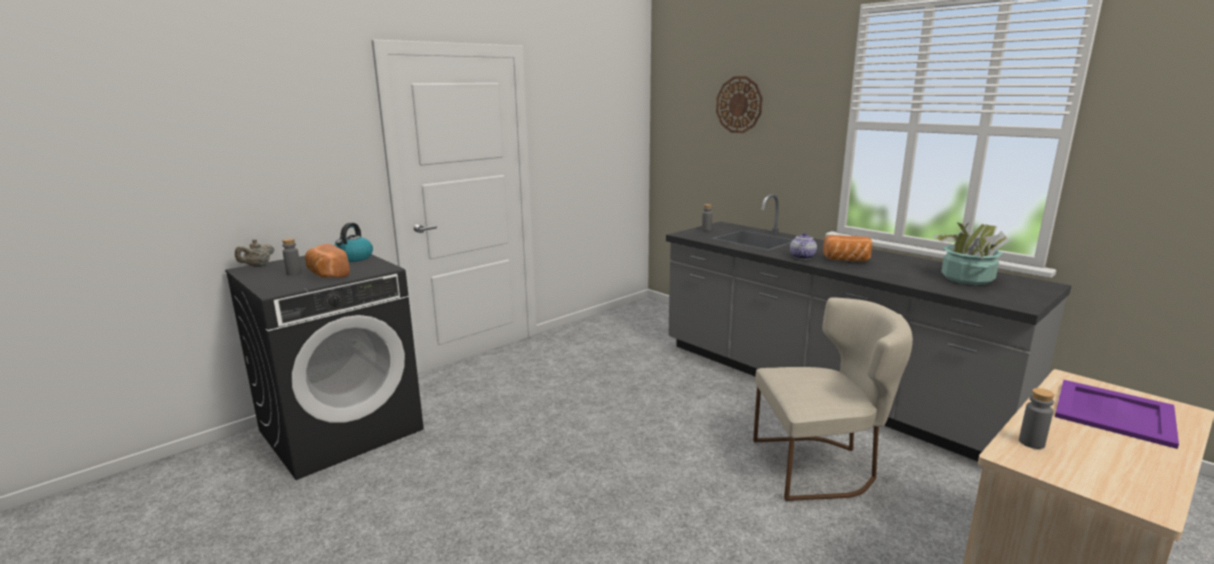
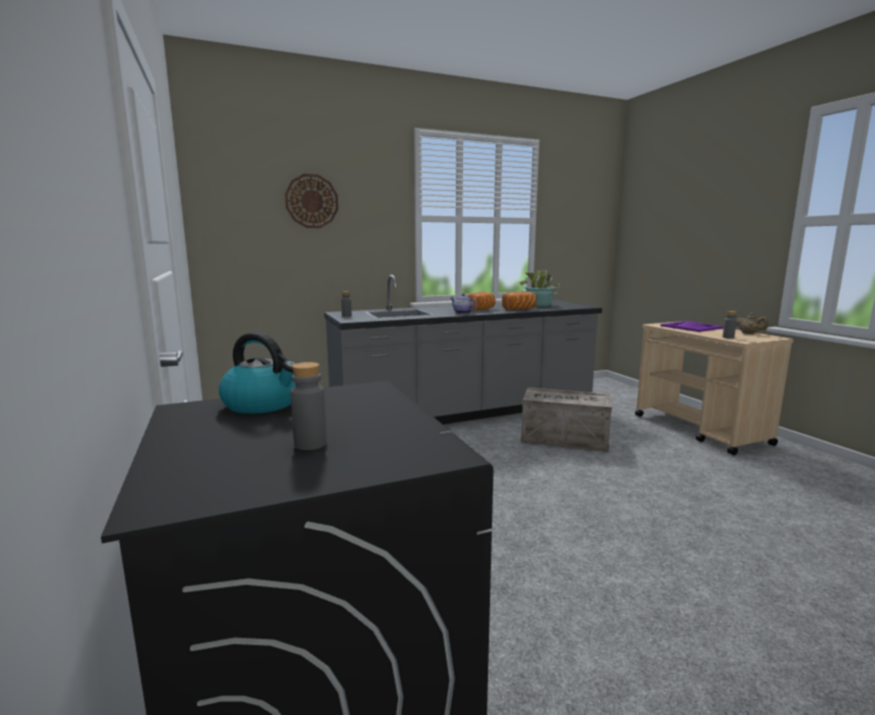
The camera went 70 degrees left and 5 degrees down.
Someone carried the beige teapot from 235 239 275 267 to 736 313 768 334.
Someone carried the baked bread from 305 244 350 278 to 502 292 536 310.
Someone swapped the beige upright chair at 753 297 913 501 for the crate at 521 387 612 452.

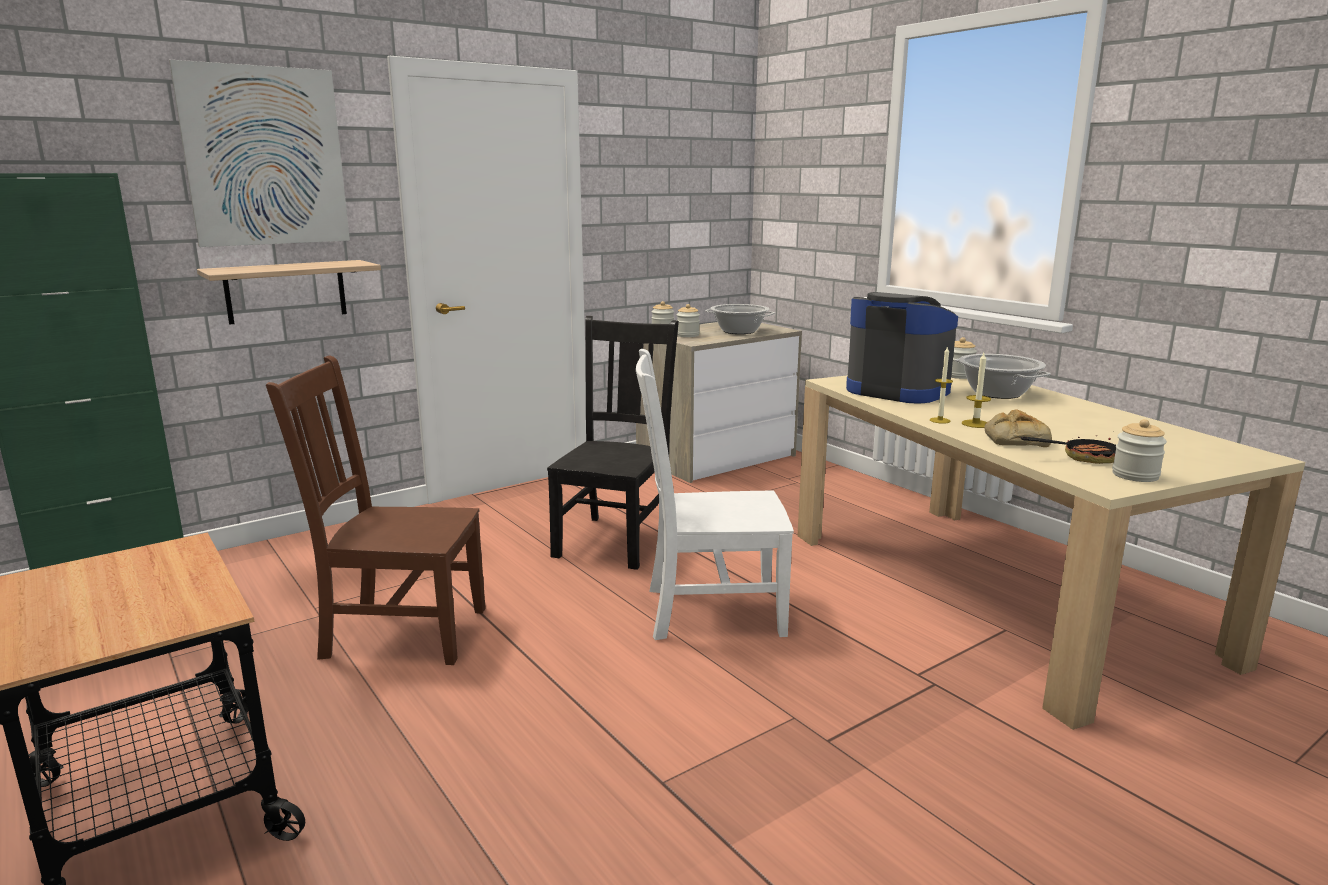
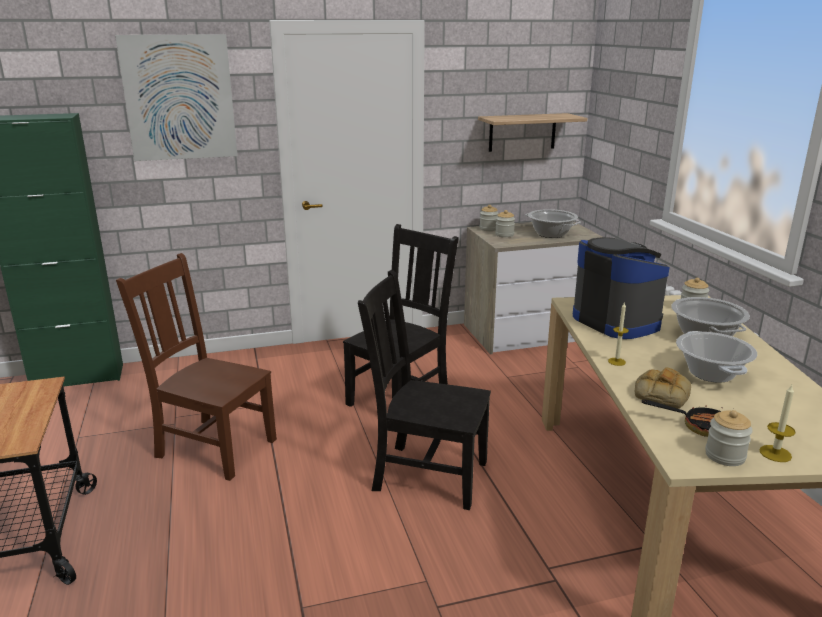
The camera went 20 degrees right and 5 degrees up.
Someone put down the cooking pot at 676 331 757 383.
Someone carried the shelf from 197 260 381 325 to 478 113 588 152.
Someone carried the candle from 962 353 991 428 to 759 385 796 462.
Someone repainted the white-coloured upright chair at 636 349 794 640, which became the blackish upright chair at 358 270 491 510.

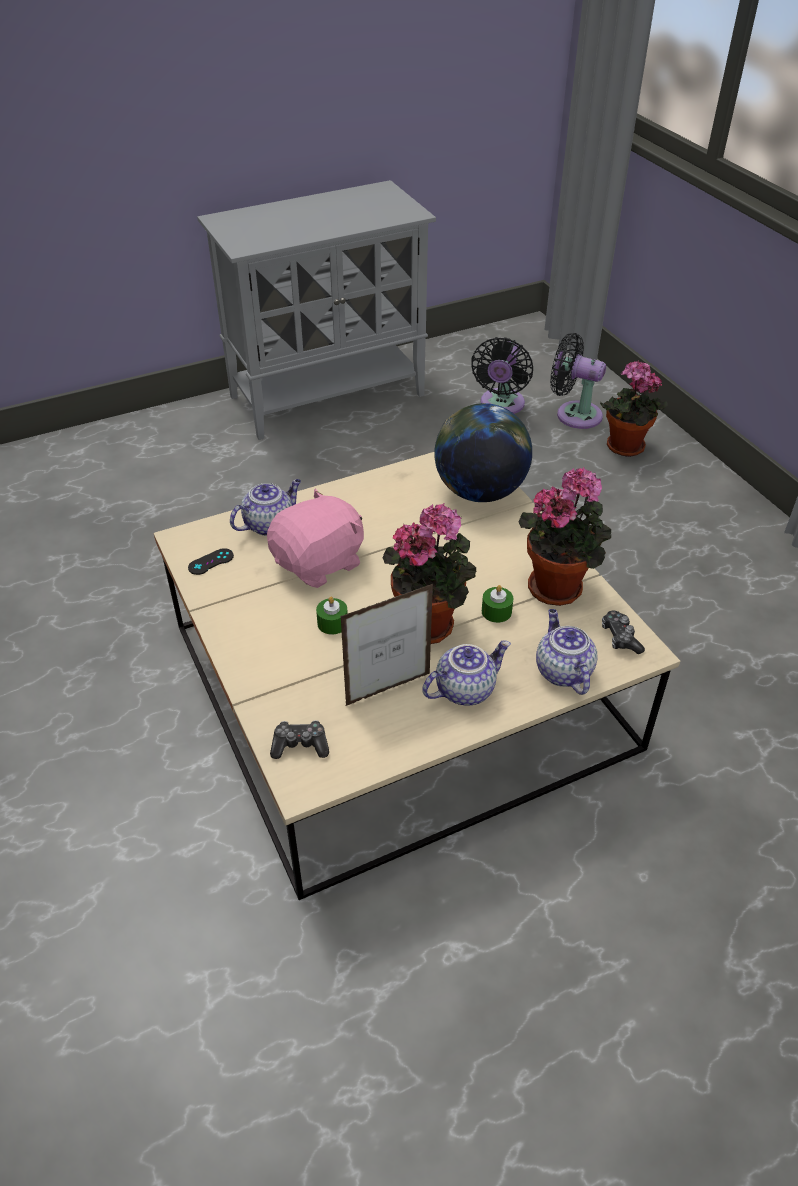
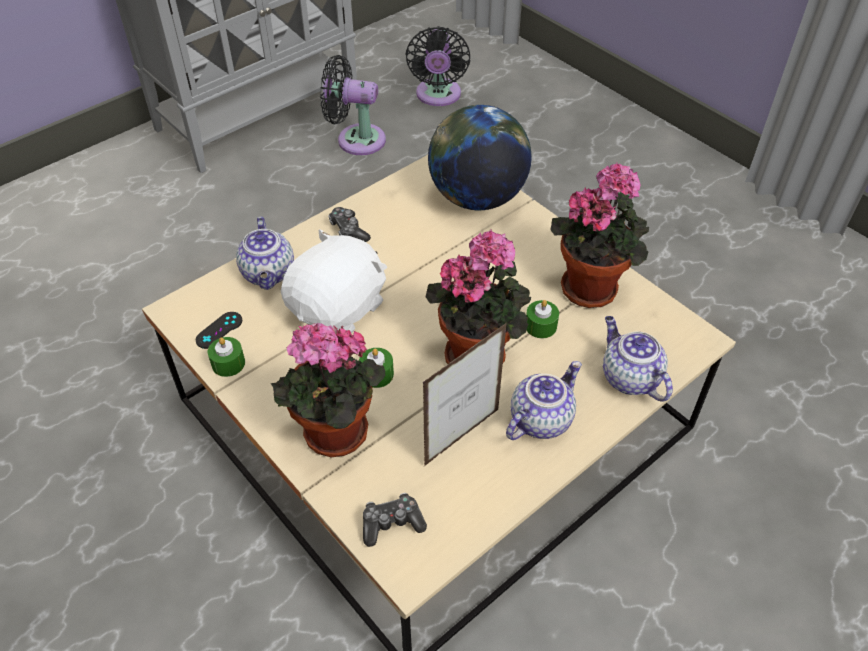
The camera went 15 degrees left and 5 degrees up.
Someone put down the greenish candle at 208 337 245 377.
Someone carried the blackish fan from 550 333 606 429 to 320 55 386 155.
Someone carried the potted plant from 600 361 668 457 to 270 323 385 458.
Someone carried the gamepad from 602 611 645 654 to 328 207 371 242.
Someone repainted the pink-coloured cuddly toy at 267 488 364 588, which became the white-coloured cuddly toy at 281 229 387 333.
Someone rotated the teapot at 230 479 301 536 by 135 degrees clockwise.

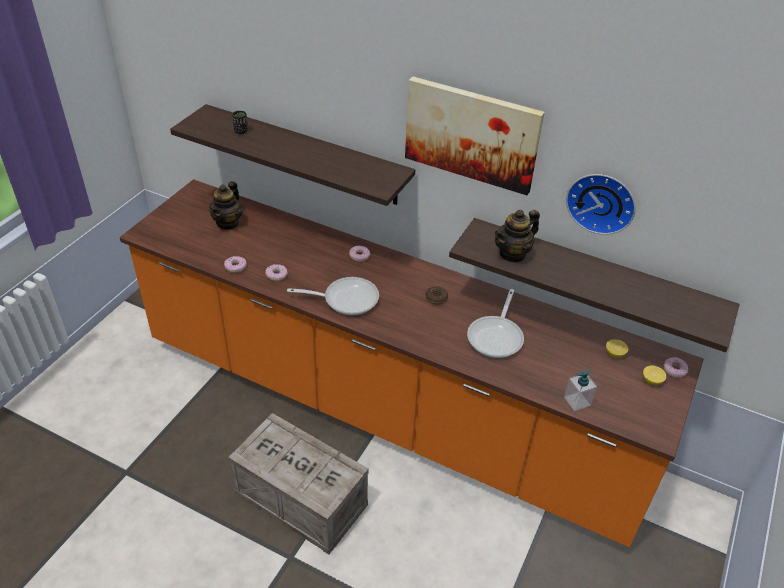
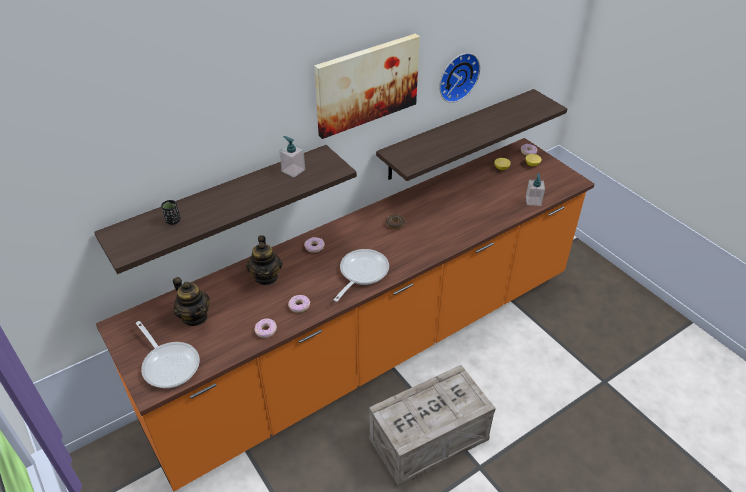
The camera went 60 degrees left and 0 degrees up.
Someone put down the liquid soap bottle at 279 136 305 177.
Someone carried the frying pan from 467 289 524 358 to 136 321 200 388.
Someone carried the teapot from 494 210 540 263 to 246 235 282 285.

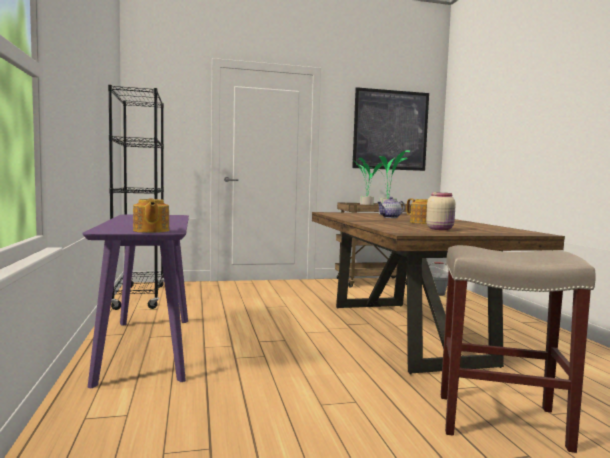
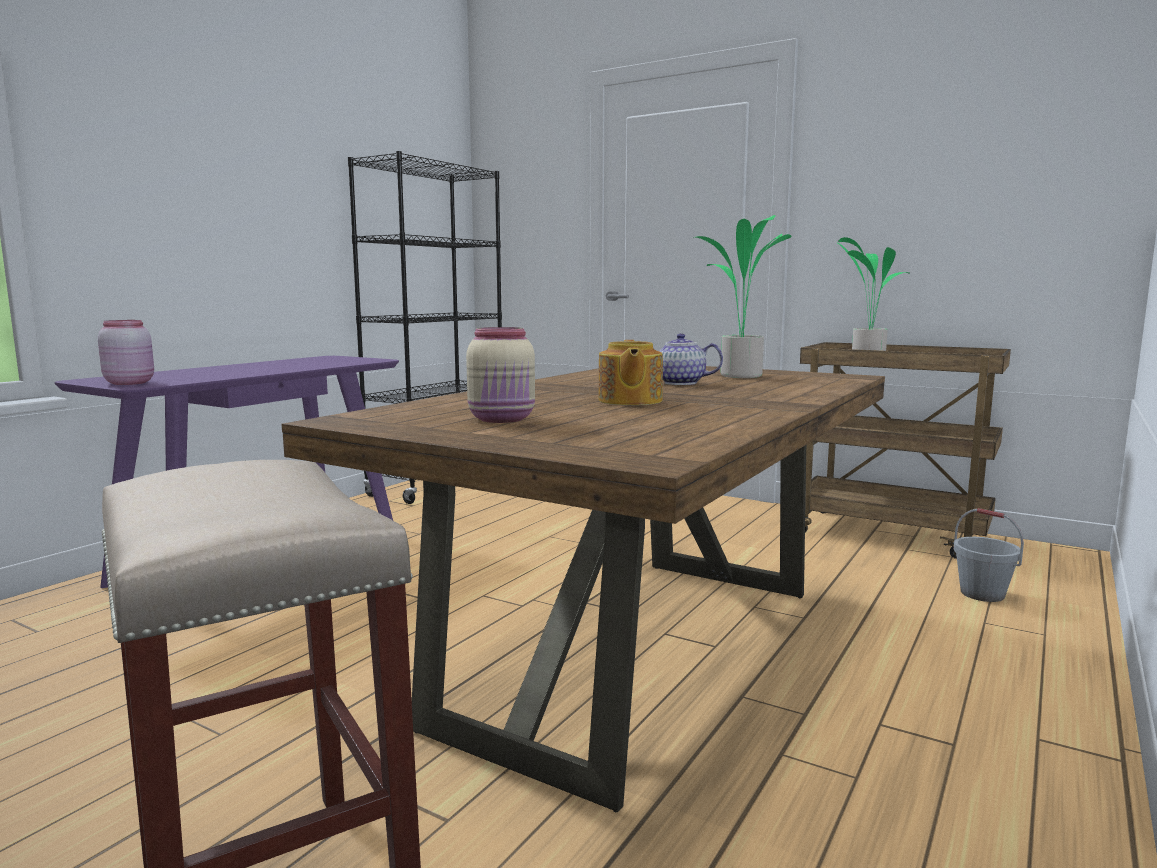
The camera went 45 degrees right and 5 degrees up.
Someone took away the picture at 352 87 429 171.
Someone swapped the teapot at 133 199 169 233 for the pink-coloured jar at 98 320 154 385.

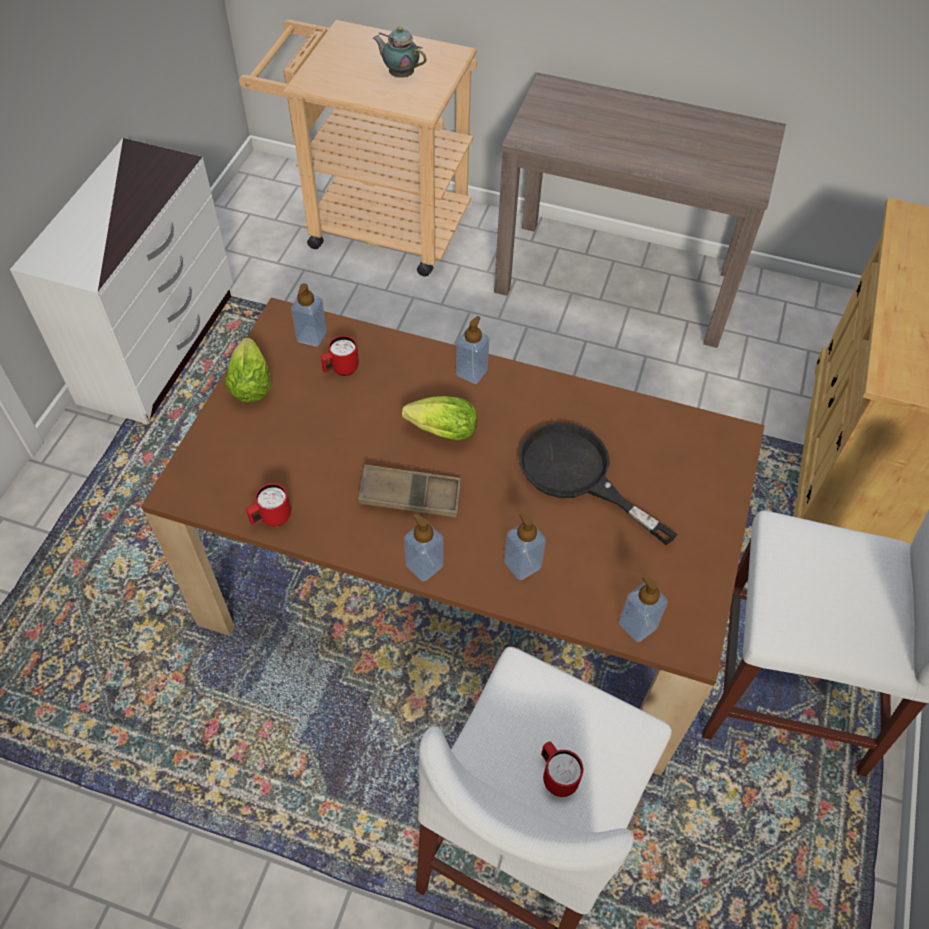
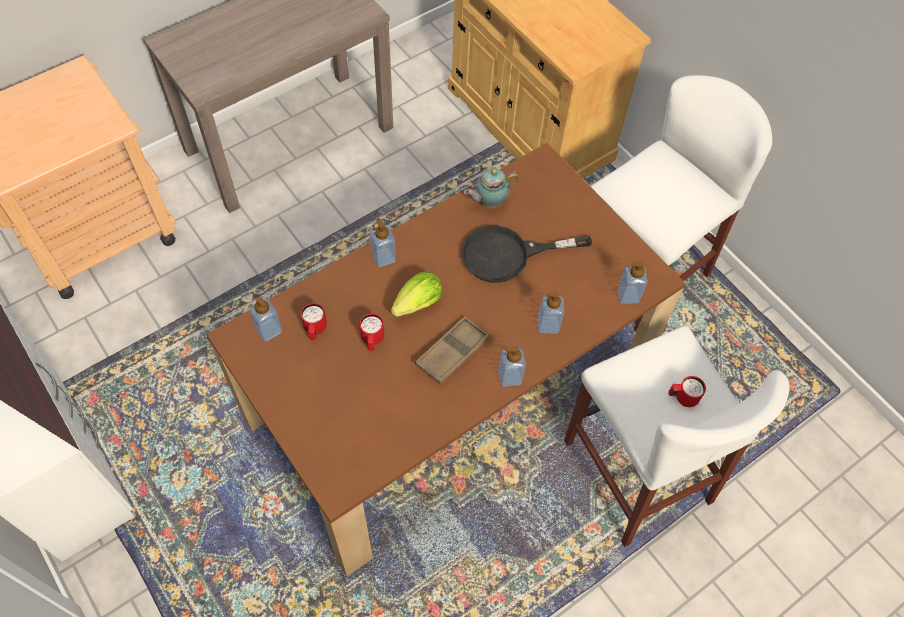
The camera went 55 degrees left and 5 degrees up.
Someone took away the lettuce head at 225 338 271 402.
Someone carried the red-coloured mug from 246 483 291 527 to 359 313 384 351.
Someone carried the teapot from 373 26 427 78 to 464 168 519 208.

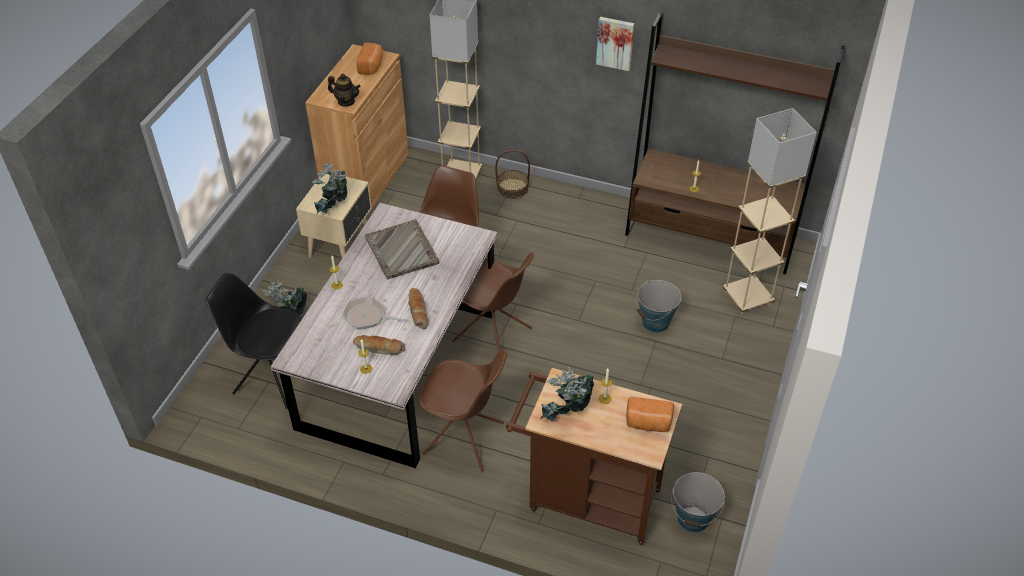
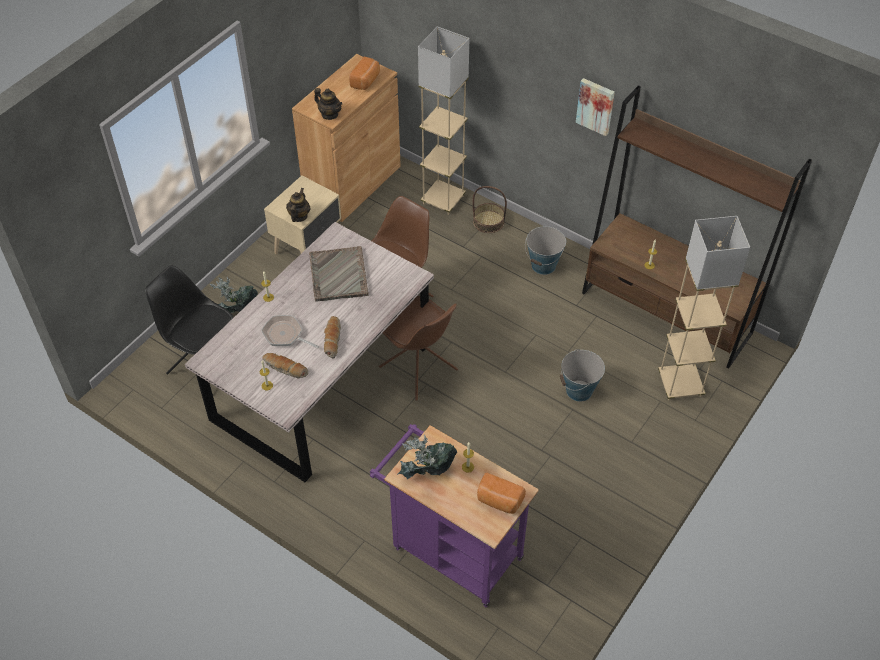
The camera went 15 degrees right and 5 degrees up.
Someone took away the brown-coloured upright chair at 419 349 507 471.
Someone carried the water bucket from 671 472 725 533 to 525 226 566 275.
Someone swapped the potted plant at 311 163 348 214 for the teapot at 286 188 311 222.
Someone repainted the brown-coloured cart at 506 368 682 545, which became the purplish cart at 370 424 539 607.

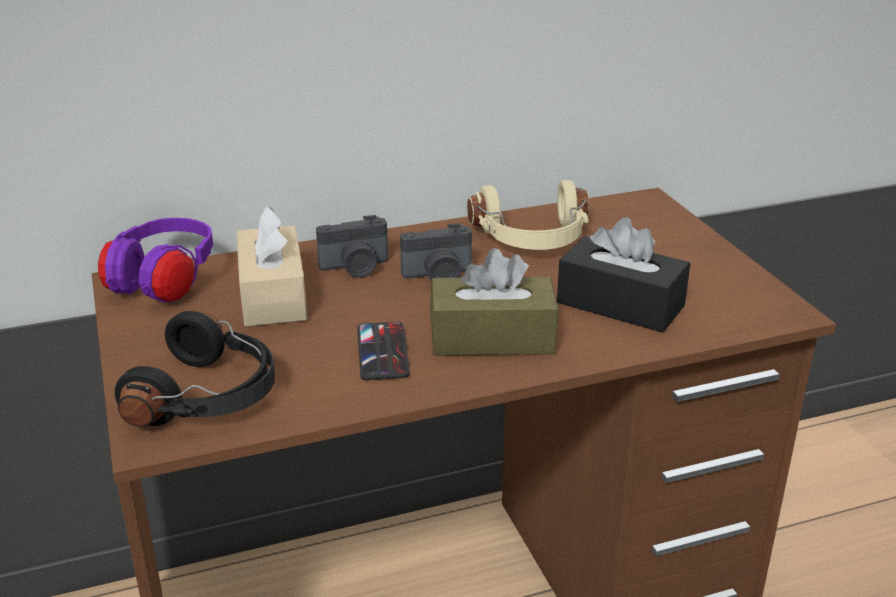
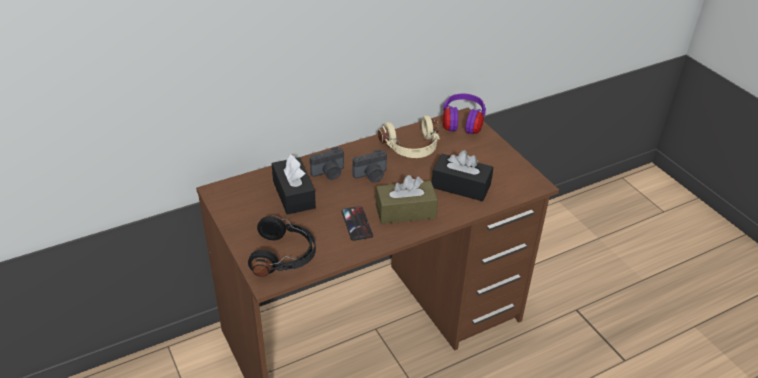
The camera went 10 degrees left and 10 degrees up.
Someone carried the purplish headset from 98 218 213 303 to 443 94 486 134.
Someone repainted the beige tissue box at 237 206 307 327, which became the blackish tissue box at 272 154 316 215.

